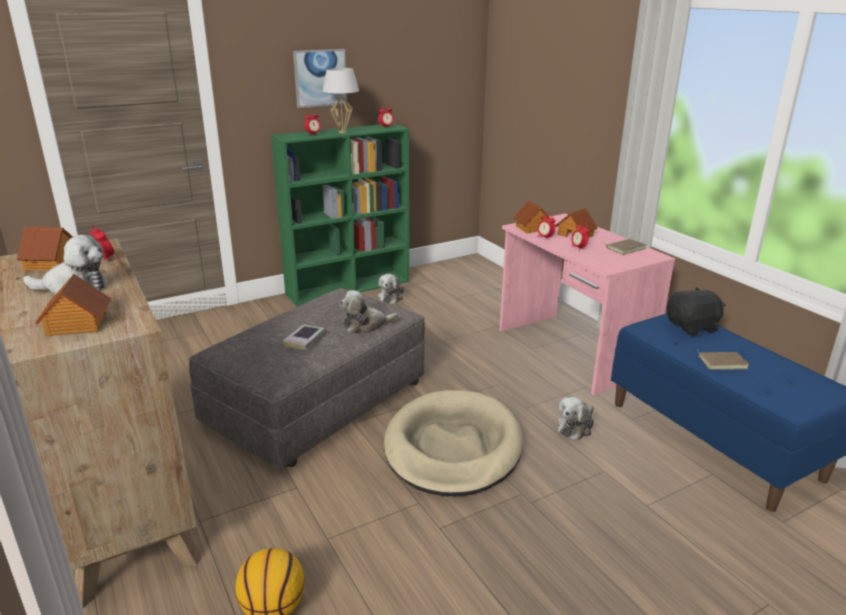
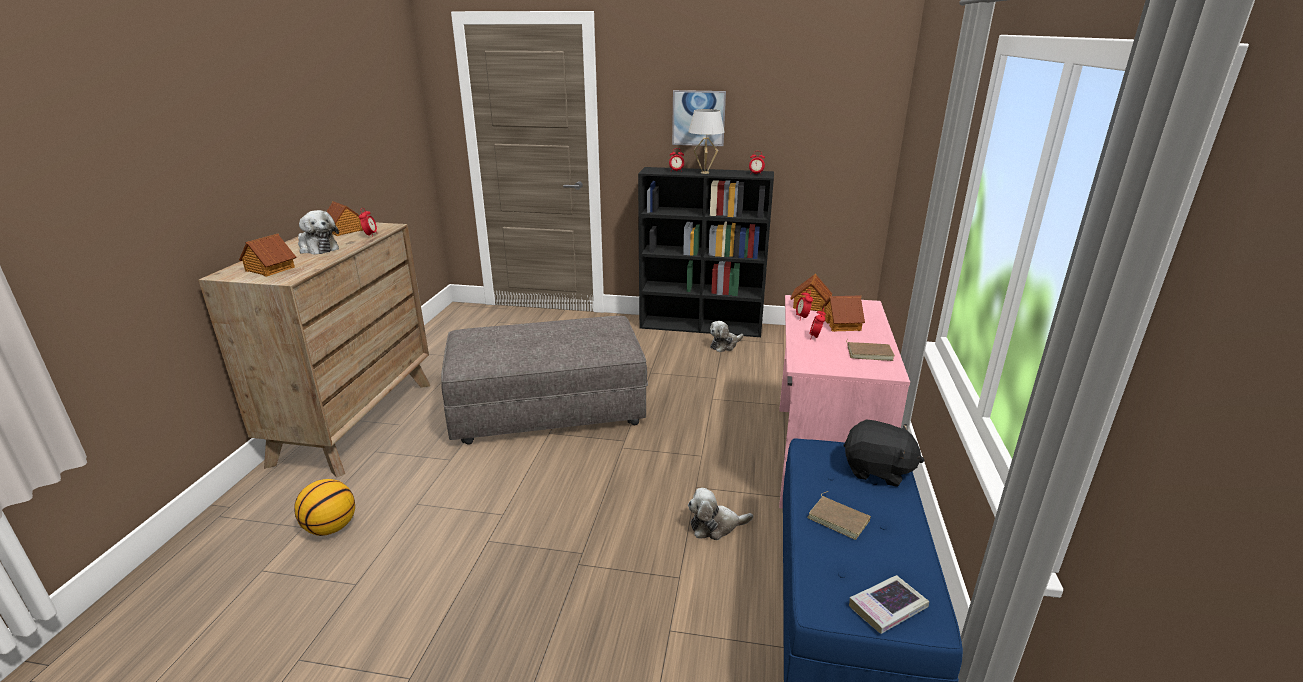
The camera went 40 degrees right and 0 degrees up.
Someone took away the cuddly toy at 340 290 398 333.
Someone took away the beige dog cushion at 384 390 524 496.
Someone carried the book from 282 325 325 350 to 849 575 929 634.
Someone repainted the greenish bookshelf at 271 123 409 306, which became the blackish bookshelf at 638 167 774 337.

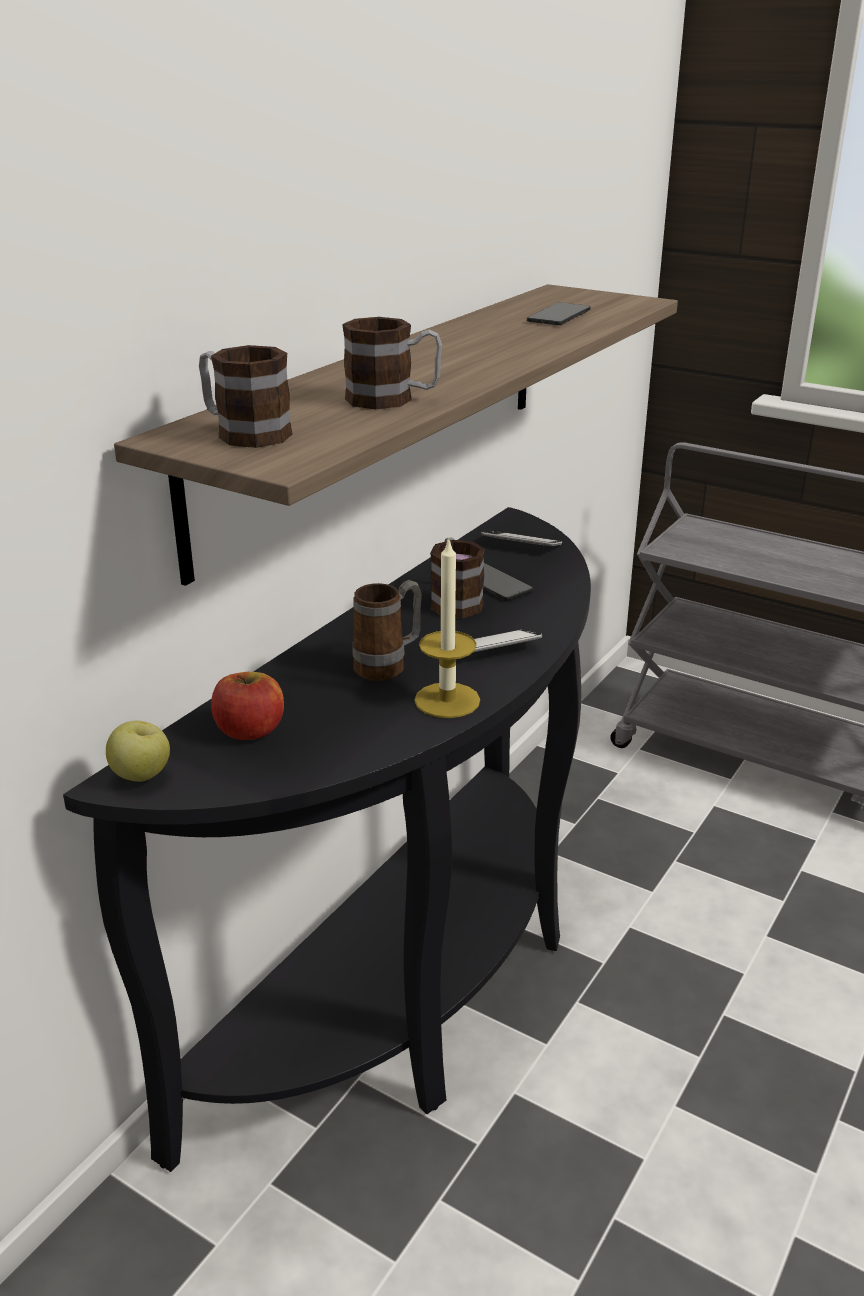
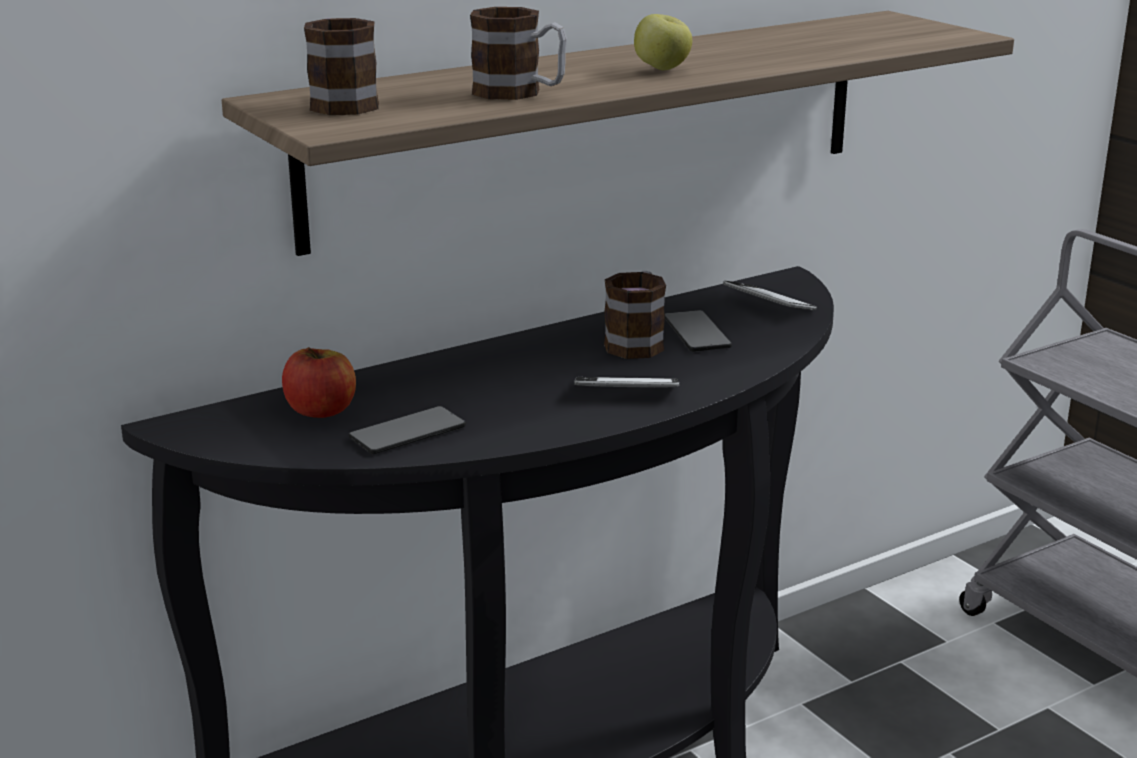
The camera went 25 degrees right and 5 degrees down.
Someone took away the mug at 353 580 422 681.
Someone took away the candle at 414 537 480 718.
Someone carried the whole apple from 106 721 170 782 to 634 14 692 70.
Someone carried the handset from 527 302 591 325 to 349 406 466 454.

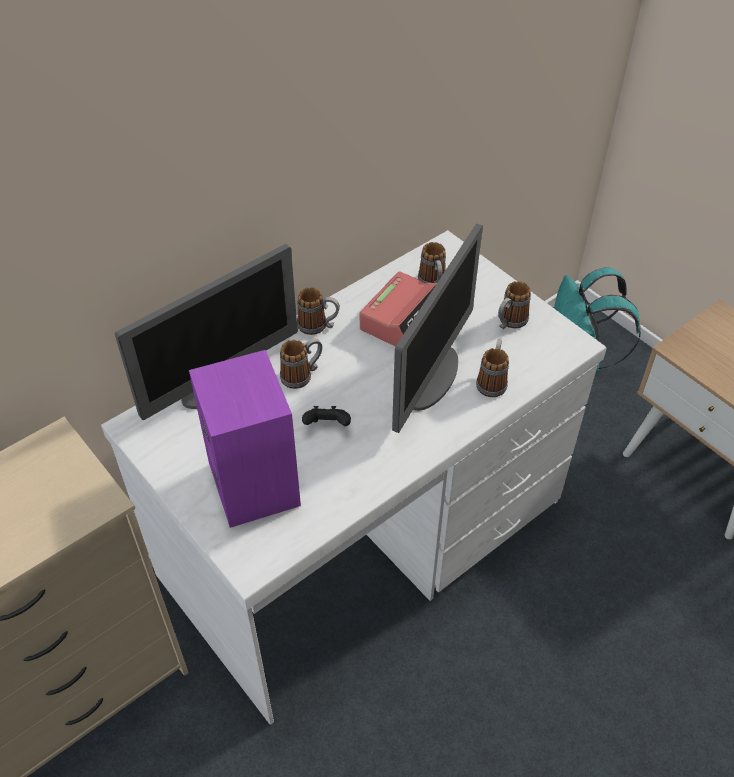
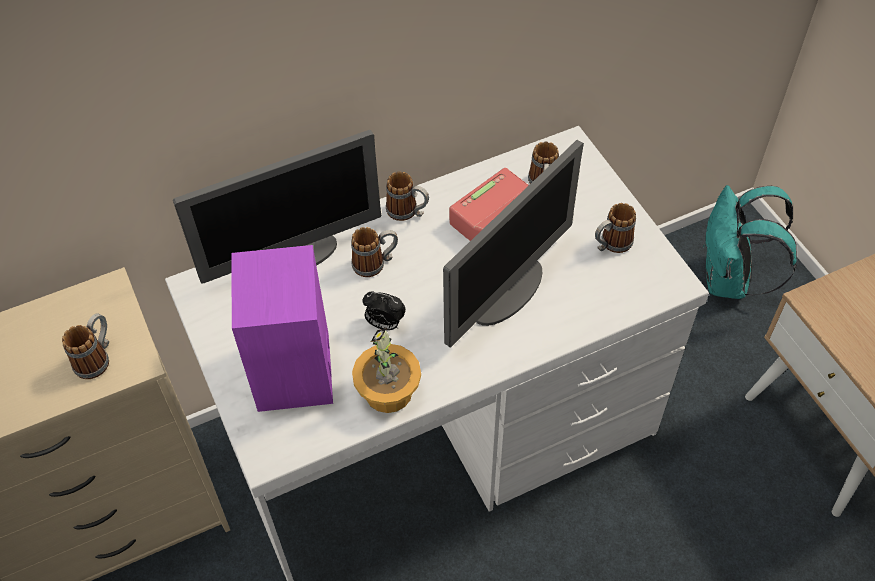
The camera went 15 degrees right and 5 degrees up.
Someone put down the potted plant at 352 328 421 413.
Someone carried the mug from 476 339 509 397 to 62 314 109 379.
Someone swapped the blackish gamepad at 302 406 351 426 for the alarm clock at 363 291 406 330.

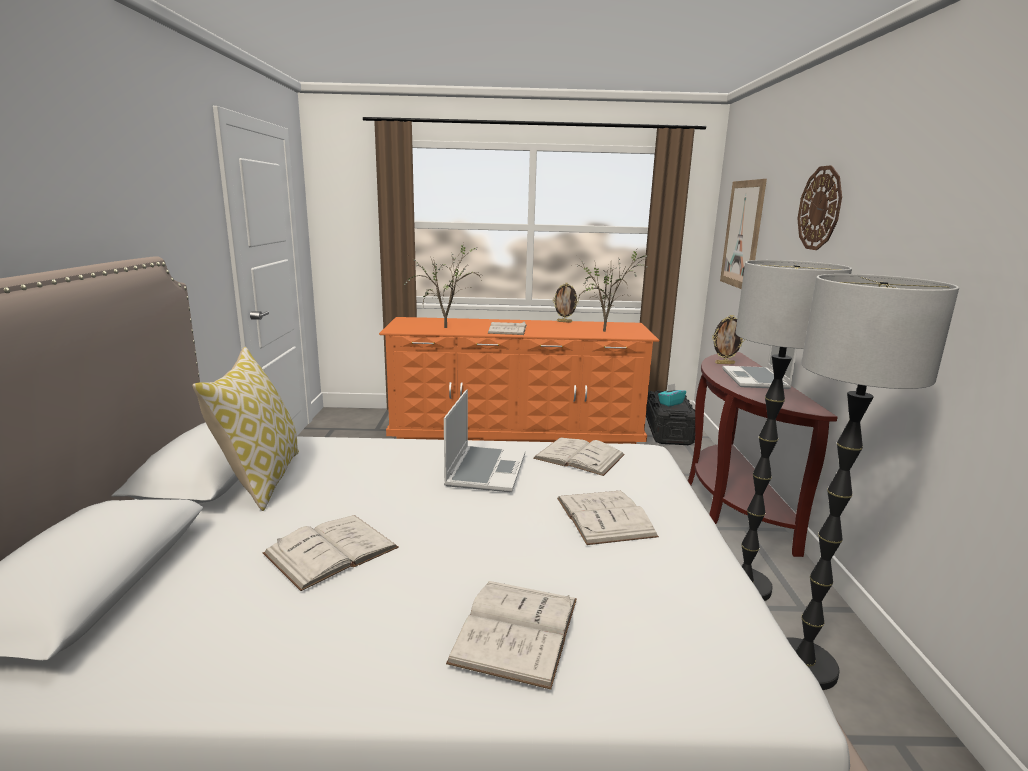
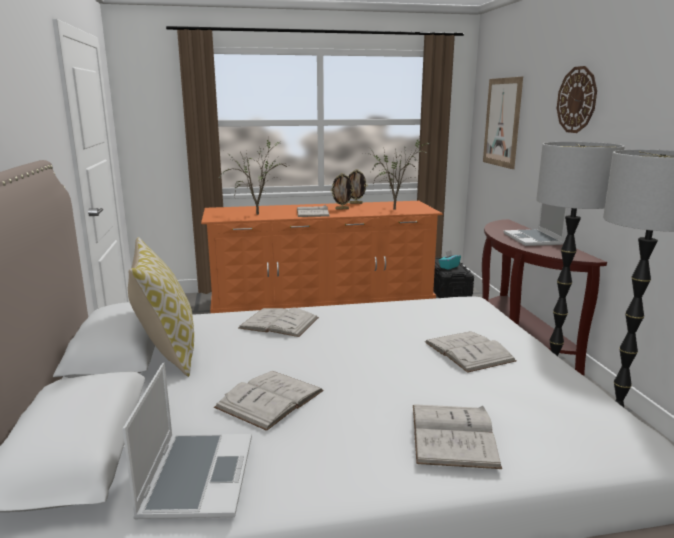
The camera went 10 degrees left and 0 degrees up.
Someone carried the portable computer from 444 389 525 492 to 122 362 252 519.
Someone carried the white-coloured book from 533 438 625 476 to 238 307 319 337.
Someone carried the picture frame from 712 315 745 364 to 331 173 354 210.

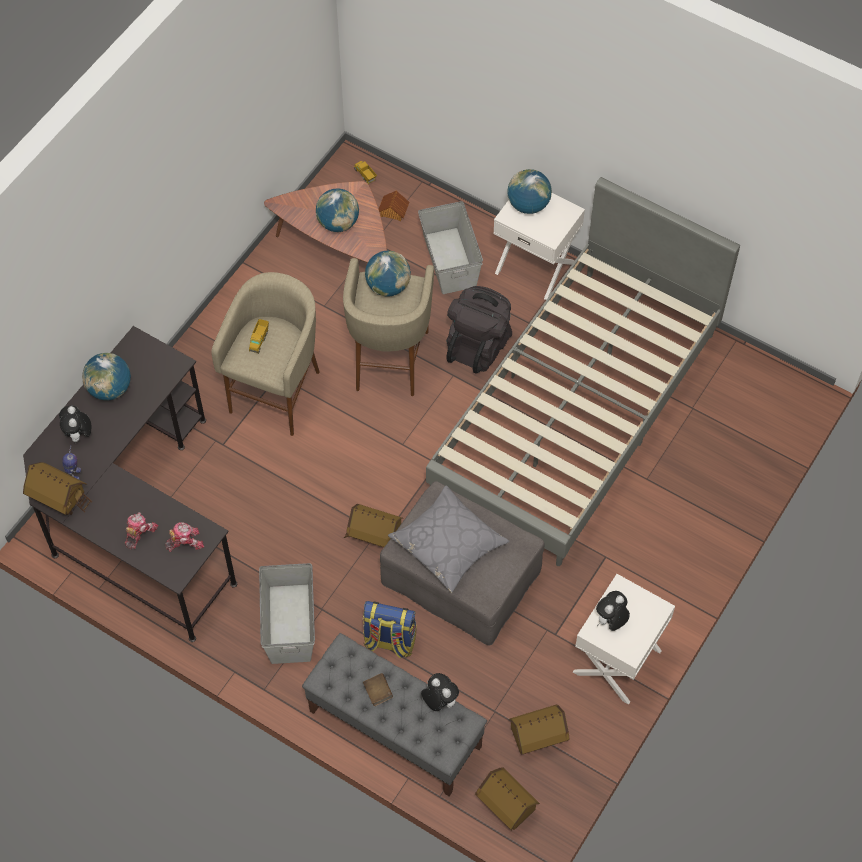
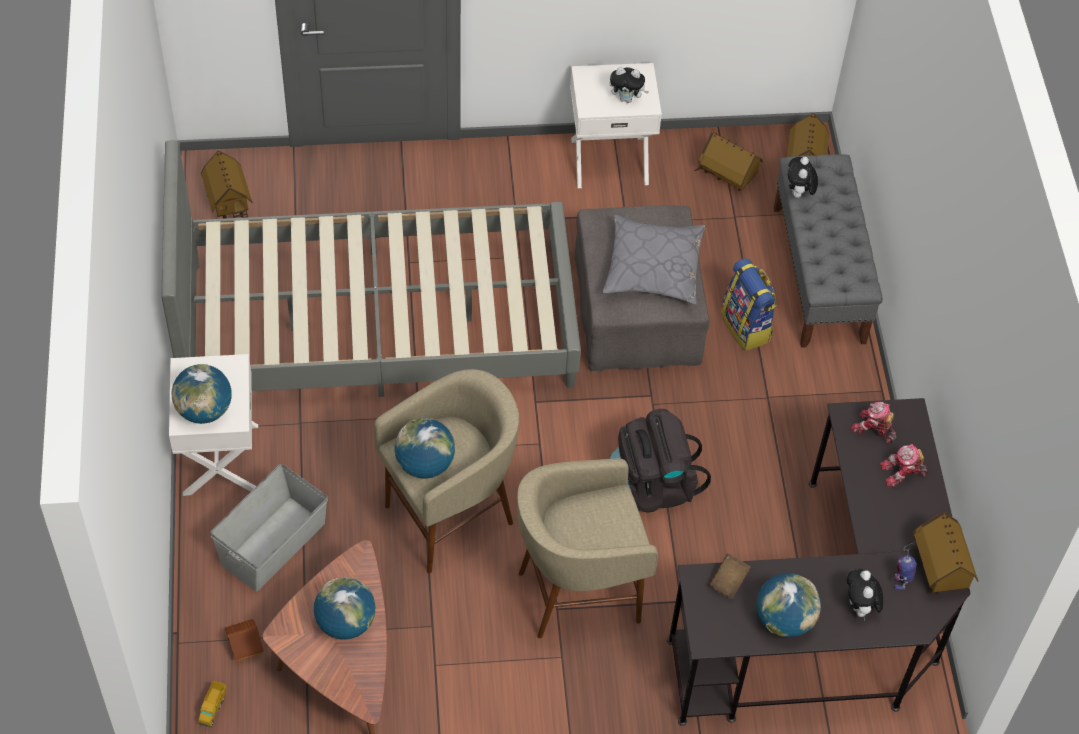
The camera went 130 degrees left and 5 degrees down.
Someone took away the toy truck at 249 319 269 354.
Someone took away the grey storage bin at 259 563 315 664.
Someone carried the model house from 344 504 404 547 to 201 151 253 219.
Someone carried the brown-coloured book from 363 673 393 706 to 709 554 751 599.
Someone carried the blackish rucksack from 446 286 512 374 to 610 409 711 512.
Someone rotated the cuddly toy at 59 406 91 442 by 135 degrees clockwise.

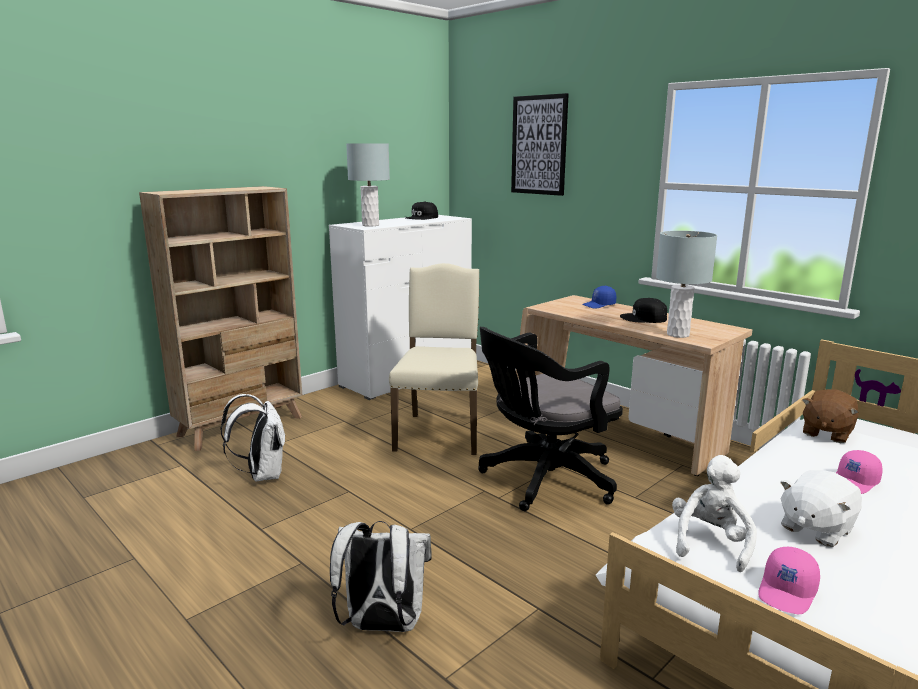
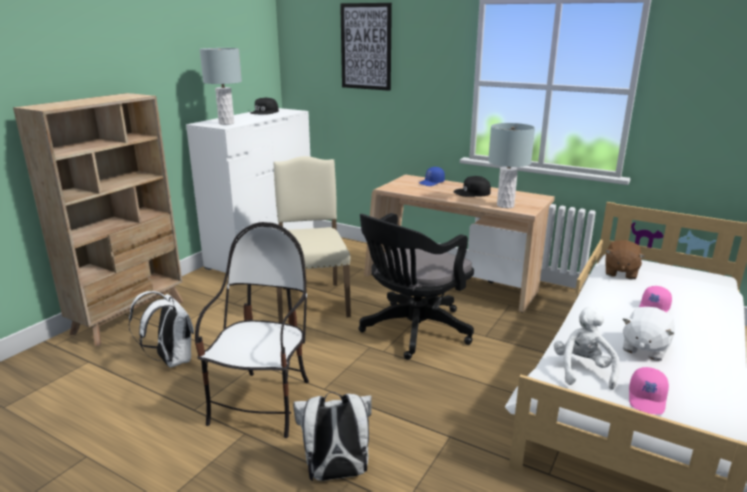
The camera went 15 degrees left and 5 degrees up.
Someone put down the upright chair at 195 222 309 438.

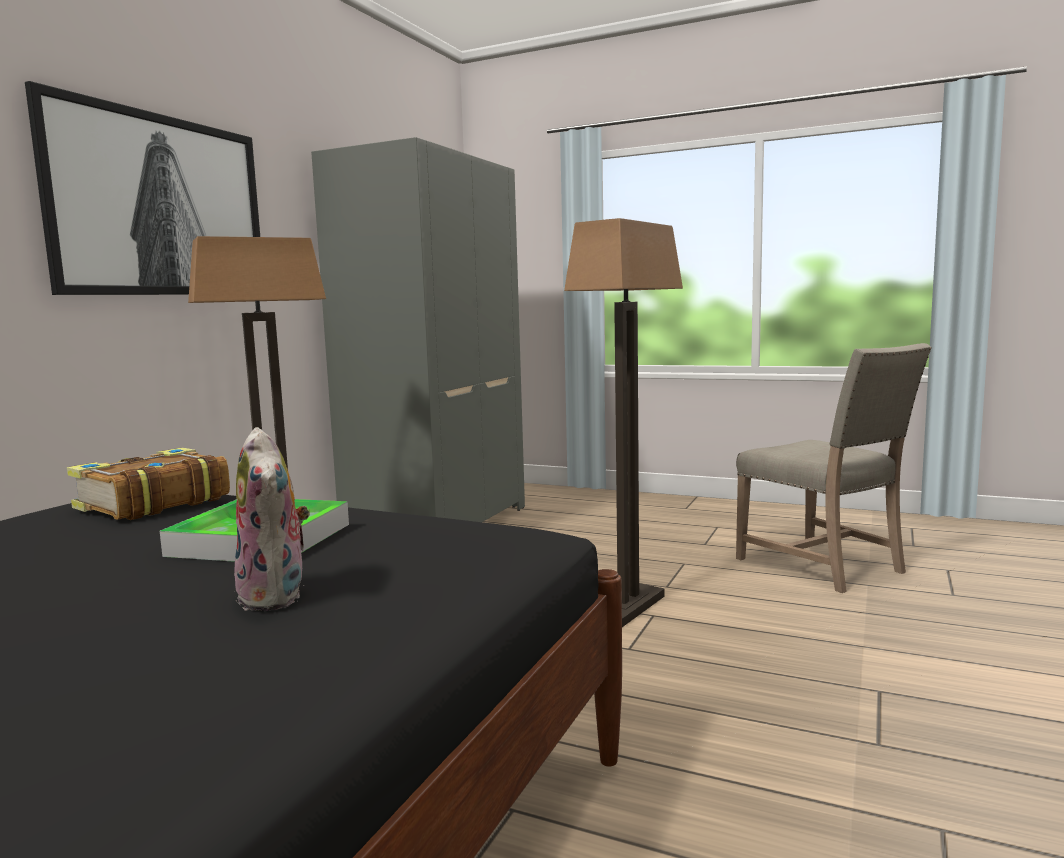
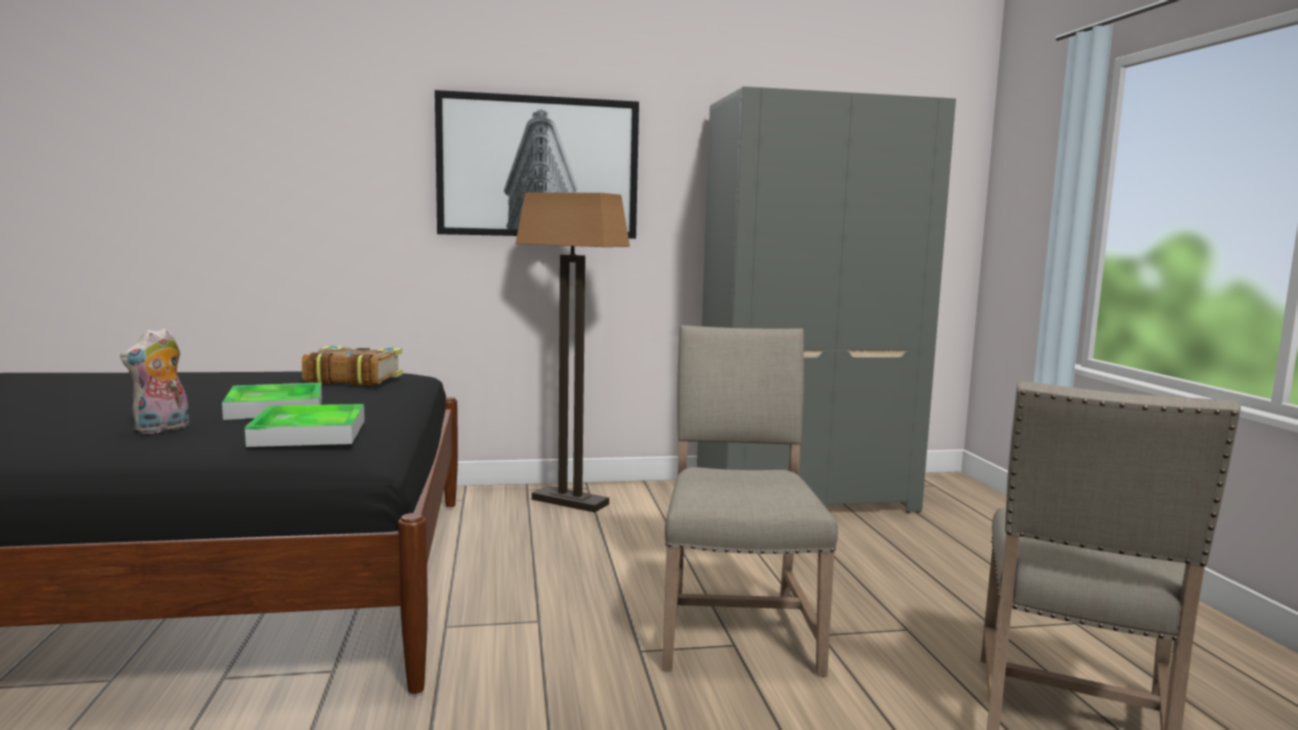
The camera went 55 degrees right and 0 degrees up.
Someone put down the tray at 245 404 365 447.
Someone swapped the floor lamp at 564 218 683 627 for the beige upright chair at 662 325 838 677.

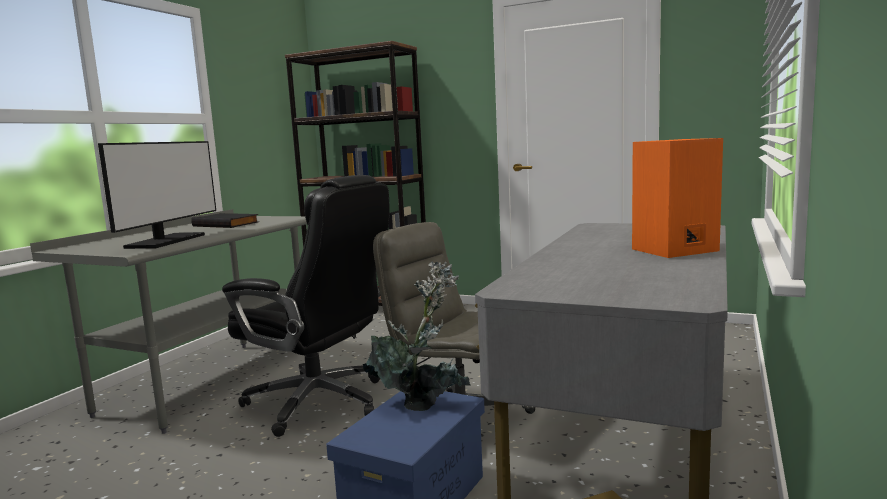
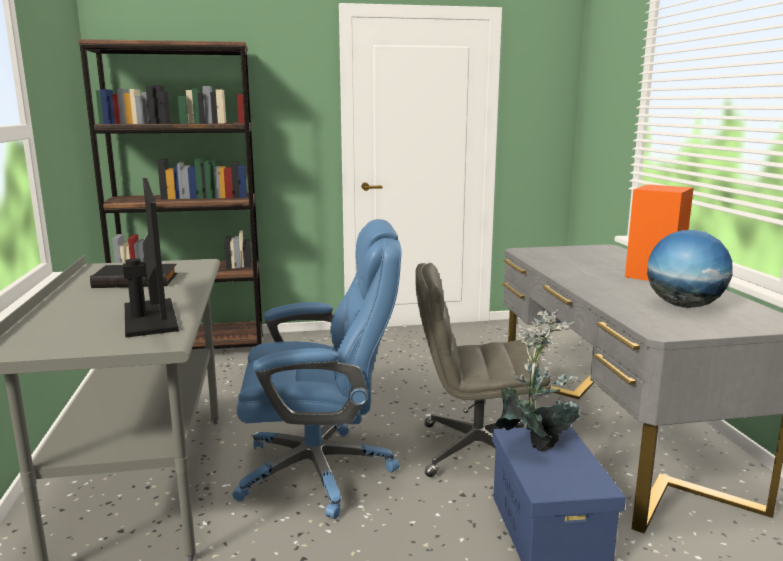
The camera went 35 degrees left and 5 degrees up.
Someone put down the globe at 647 230 733 308.
Someone repainted the blackish computer chair at 222 175 390 437, which became the bluish computer chair at 232 219 402 519.

